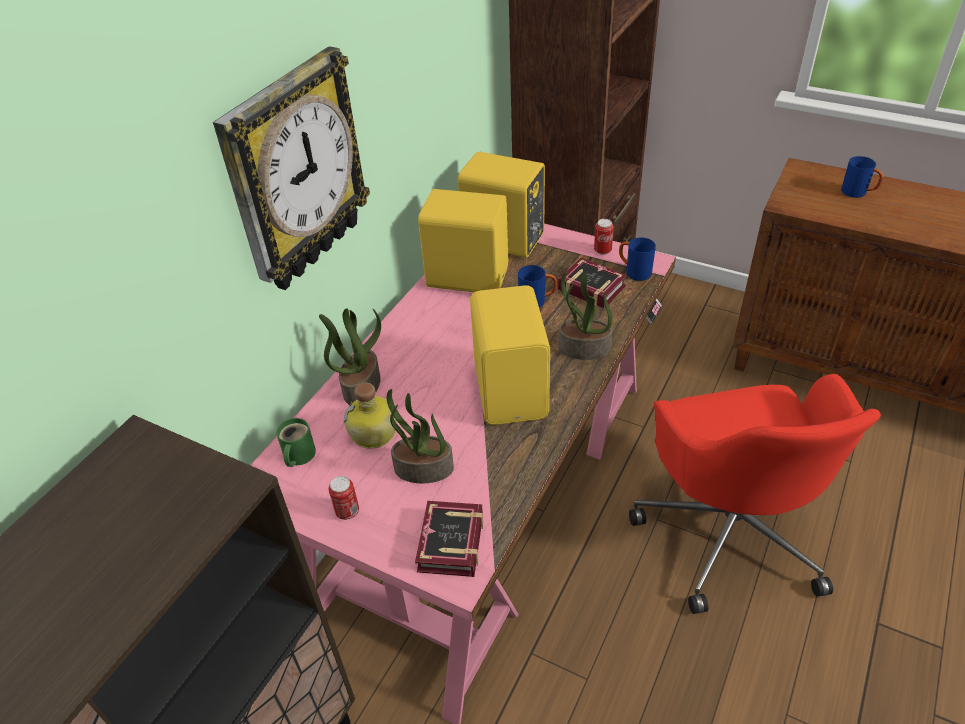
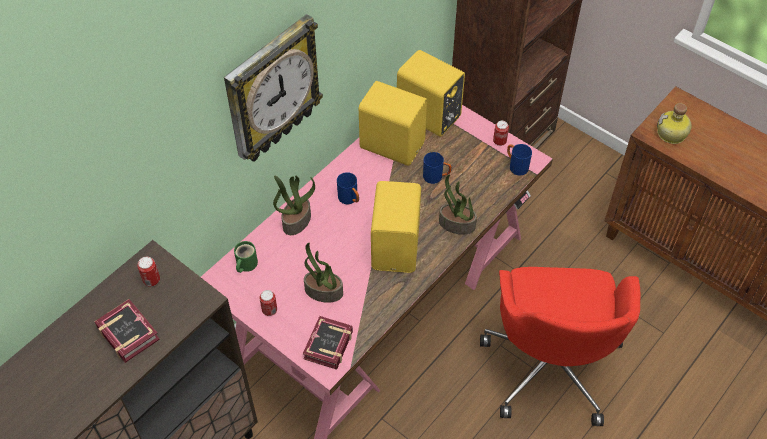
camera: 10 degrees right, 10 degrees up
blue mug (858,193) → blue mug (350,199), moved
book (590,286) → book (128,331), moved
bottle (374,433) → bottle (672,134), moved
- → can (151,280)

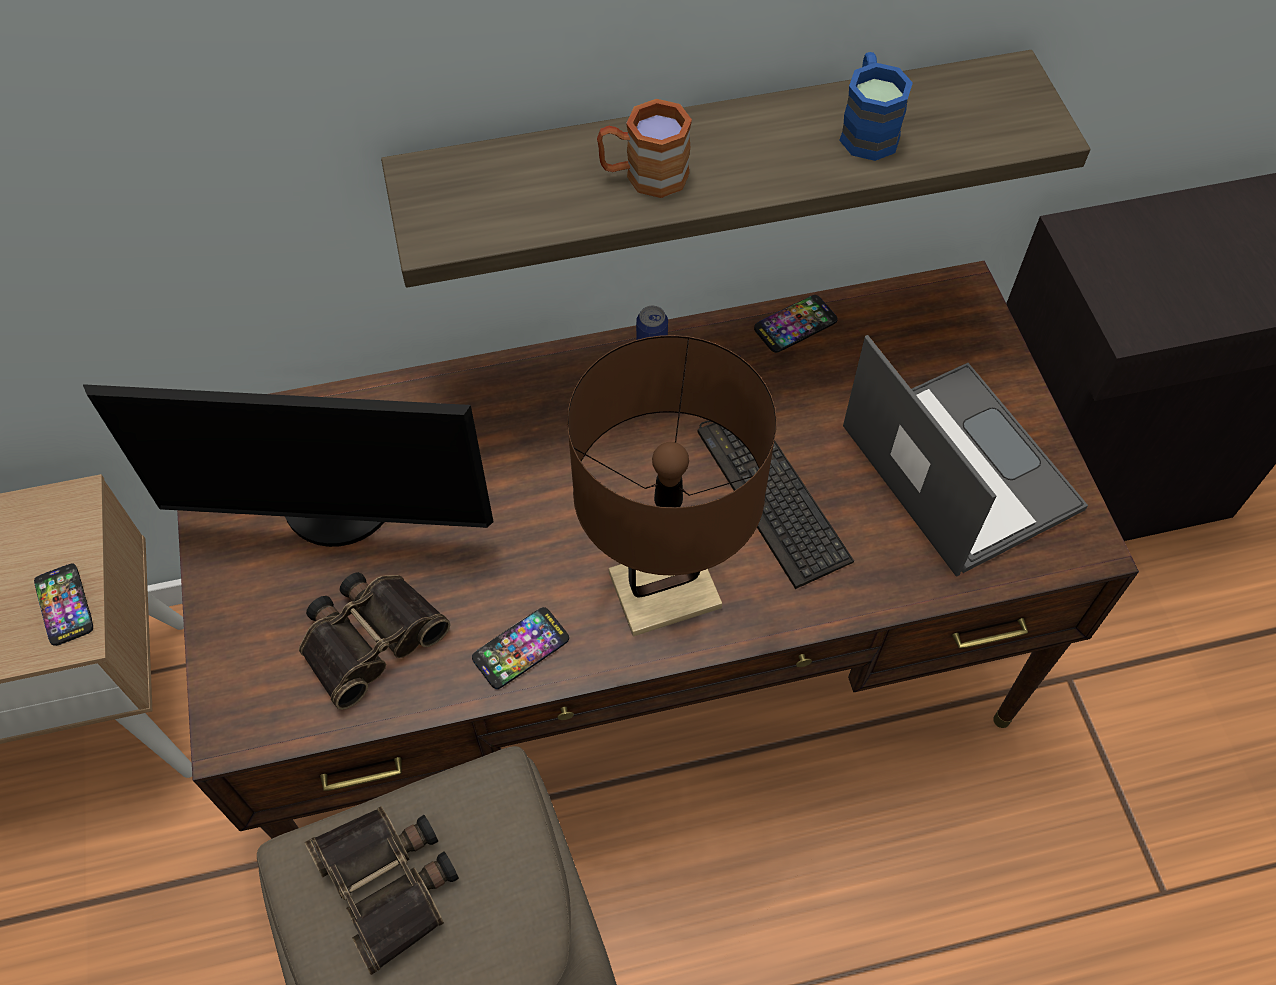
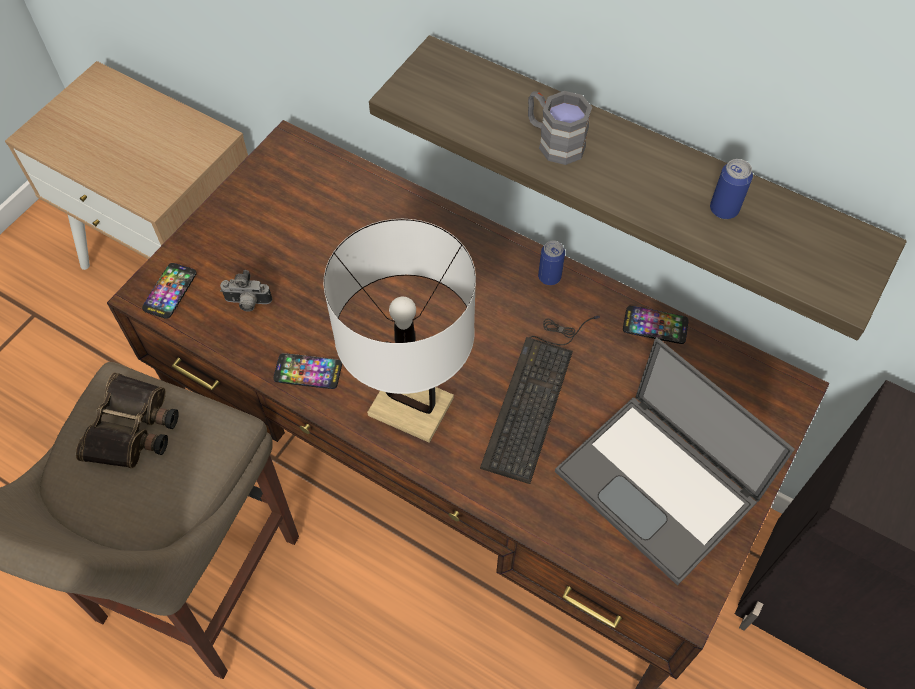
camera: 45 degrees right, 0 degrees up
blue mug (867,128) → can (723,209)
brown mug (644,175) → grey mug (553,141)
brown table lamp (664,591) → white table lamp (410,407)
laptop (957,466) → laptop (659,486), 120 degrees clockwise
monitor (337,509) → -
phone (64,605) → phone (170,291), moved
binoculars (369,637) → photo camera (247,303)

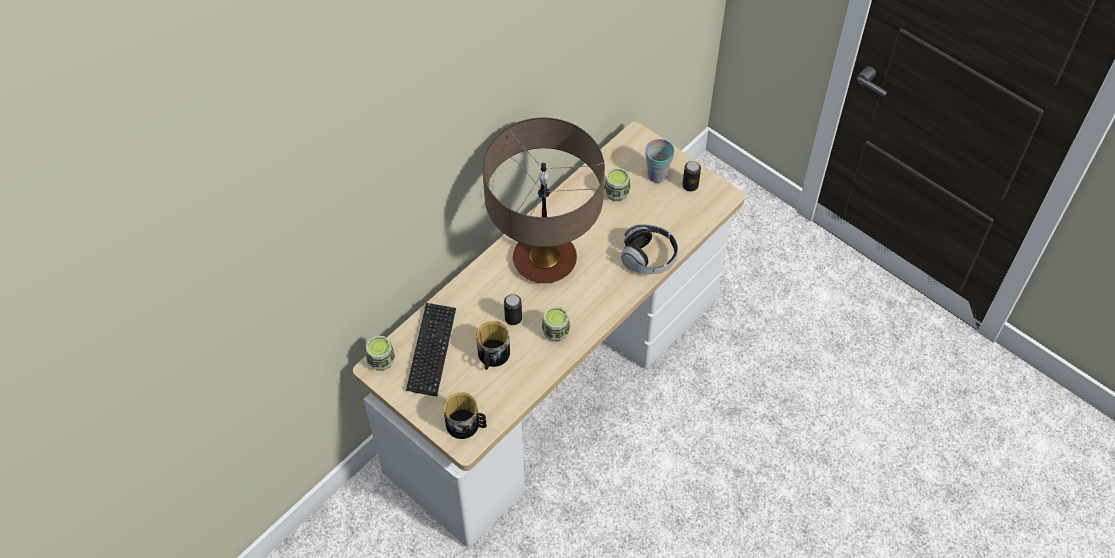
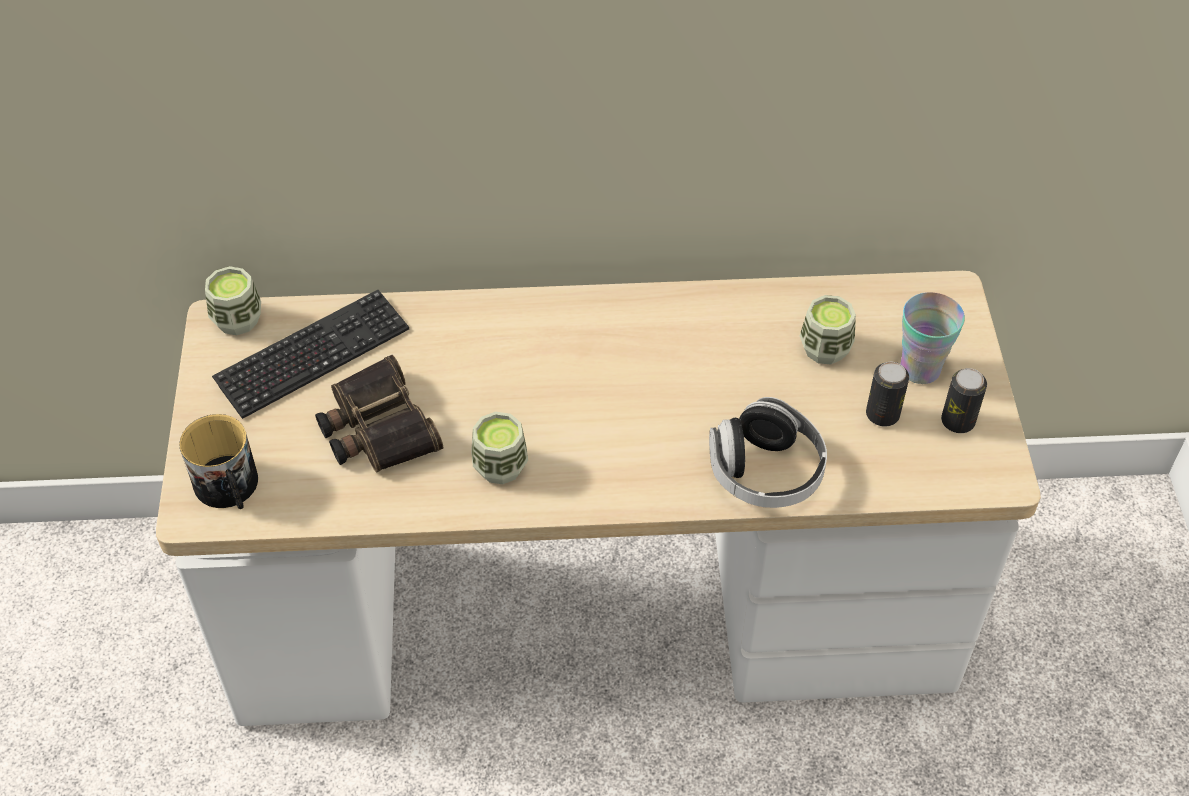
camera: 45 degrees right, 5 degrees down
table lamp (544,261) → -
can (513,318) → can (882,414), moved
mug (492,356) → binoculars (376,427)

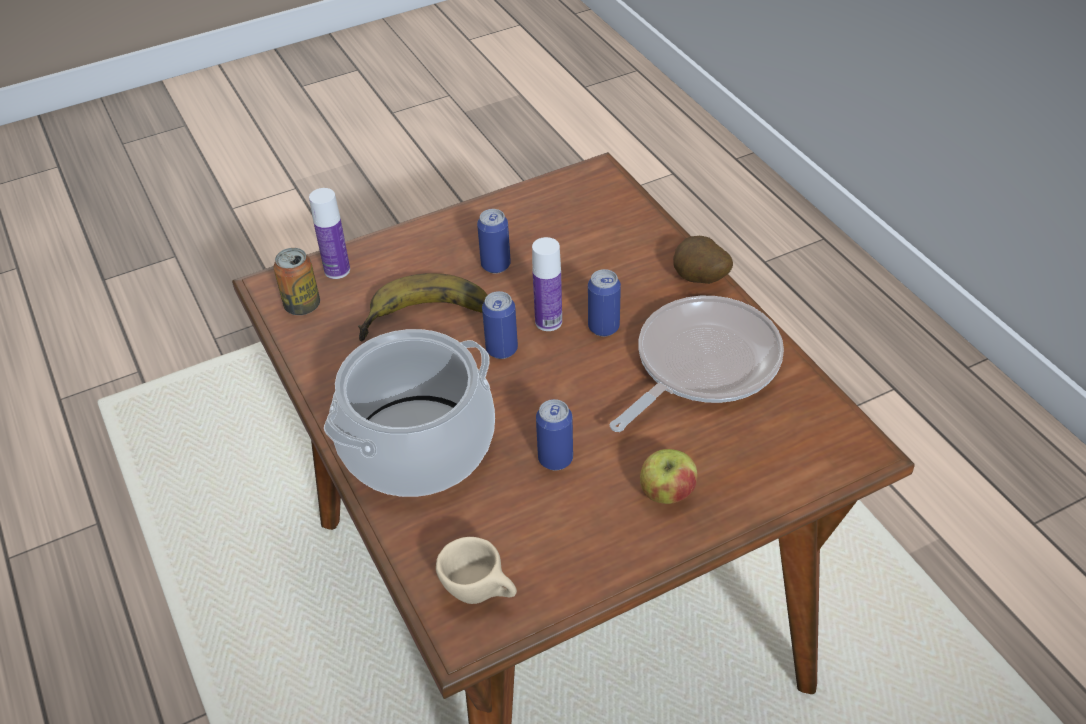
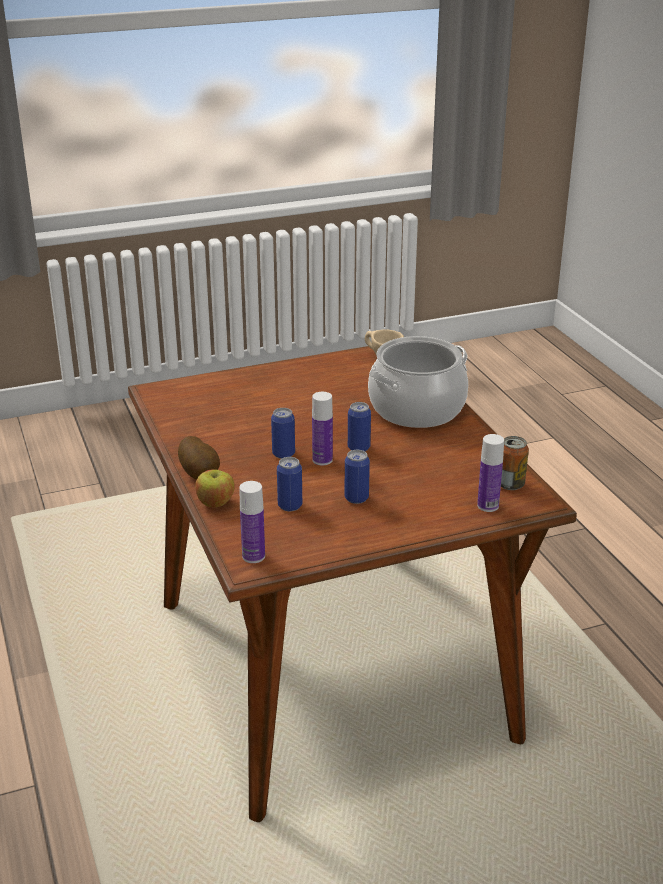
camera: 175 degrees left, 15 degrees down
banana (429,322) → -
frying pan (701,365) → -
can (555,459) → can (290,506), moved
apple (667,493) → apple (215,503), moved
- → bottle (253,556)

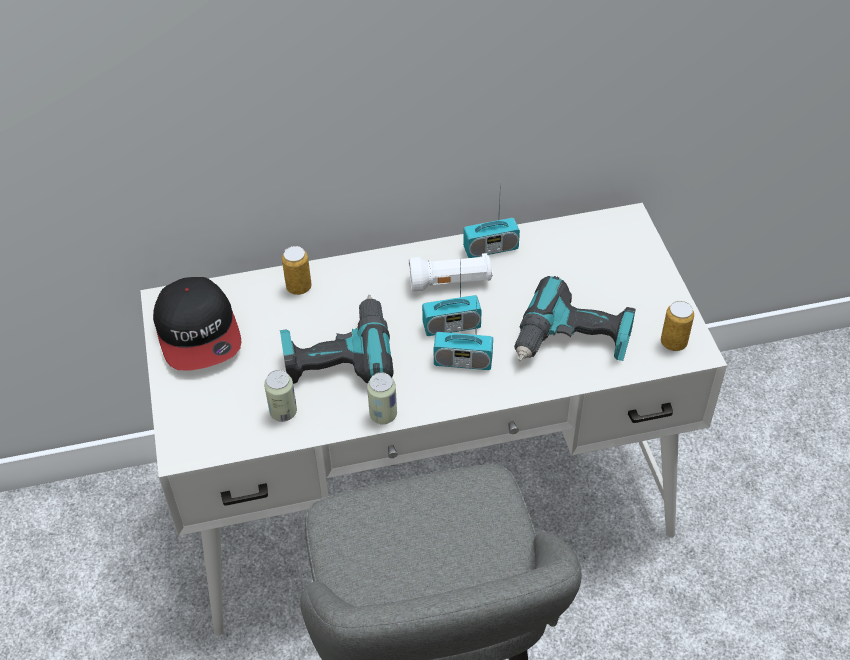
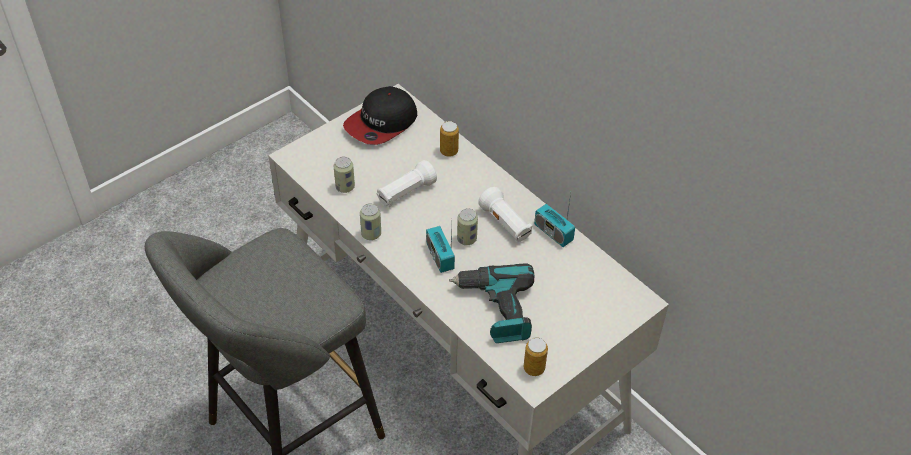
camera: 60 degrees right, 0 degrees up
radio (451,326) → can (466,239)
power drill (337,354) → white flashlight (405,193)

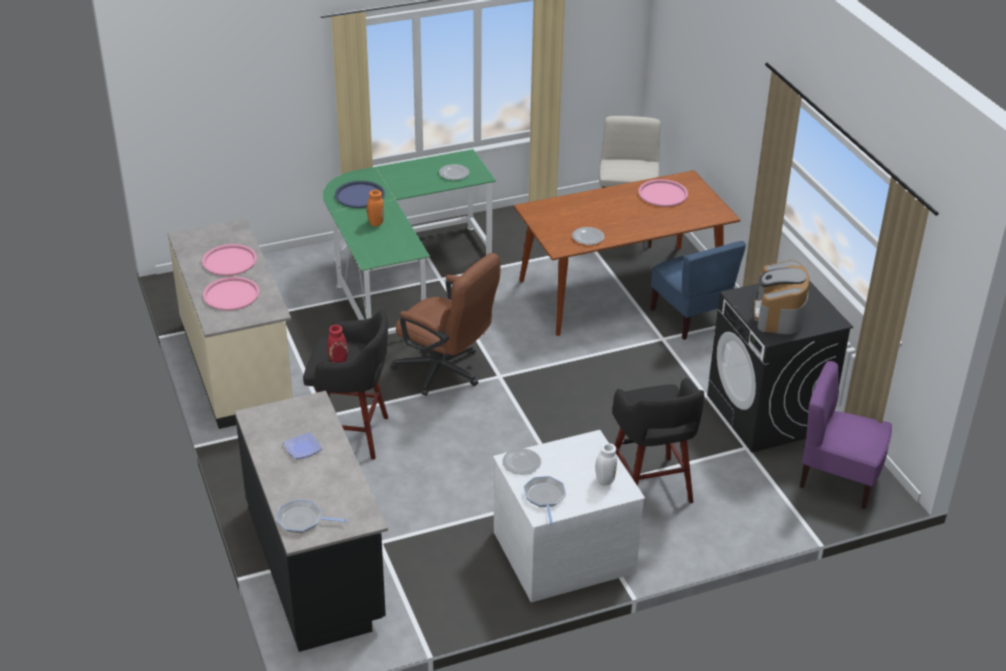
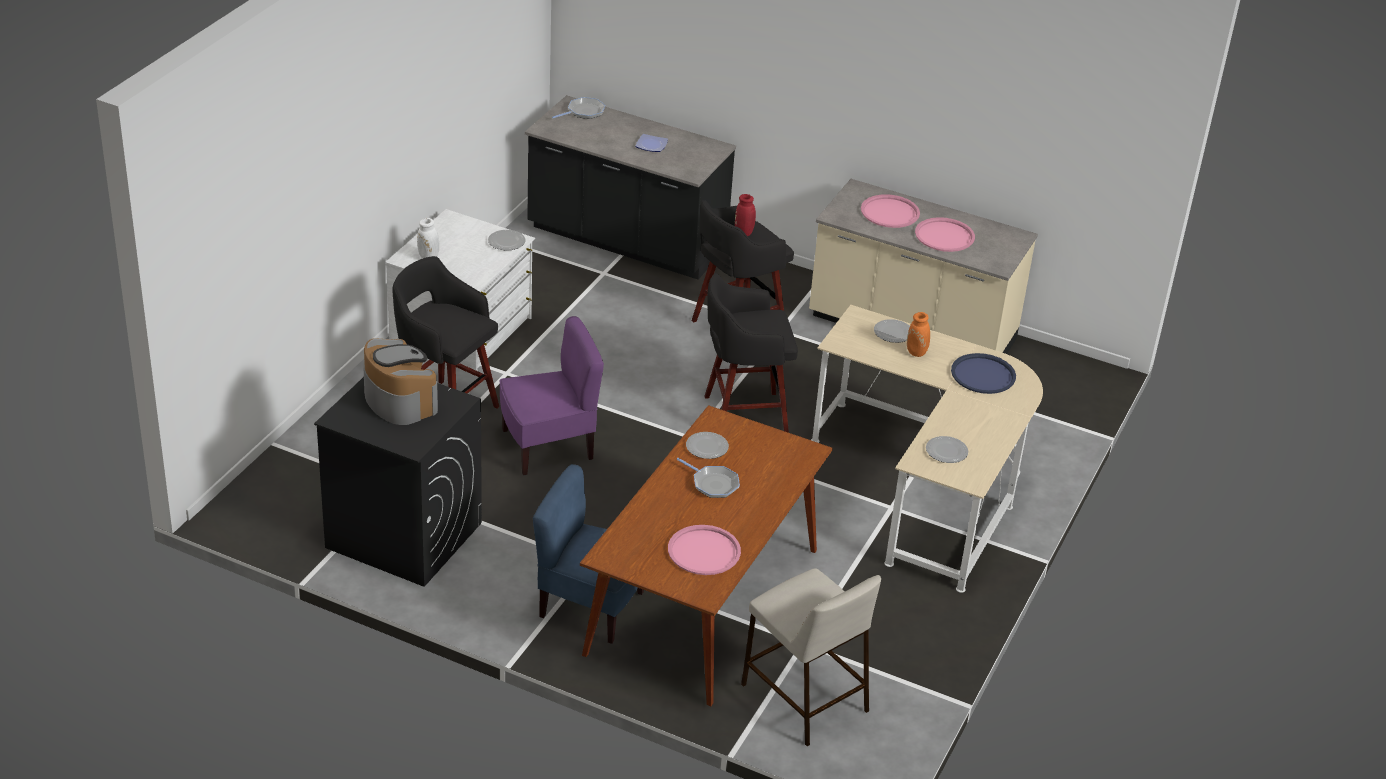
camera: 135 degrees right, 0 degrees up
green desk (400,277) → beige desk (928,486)
brown office chair (445,372) → black stool (742,416)
purple chair (838,479) → purple chair (548,446), moved
frying pan (545,497) → frying pan (713,484), moved
- → plate (893,332)

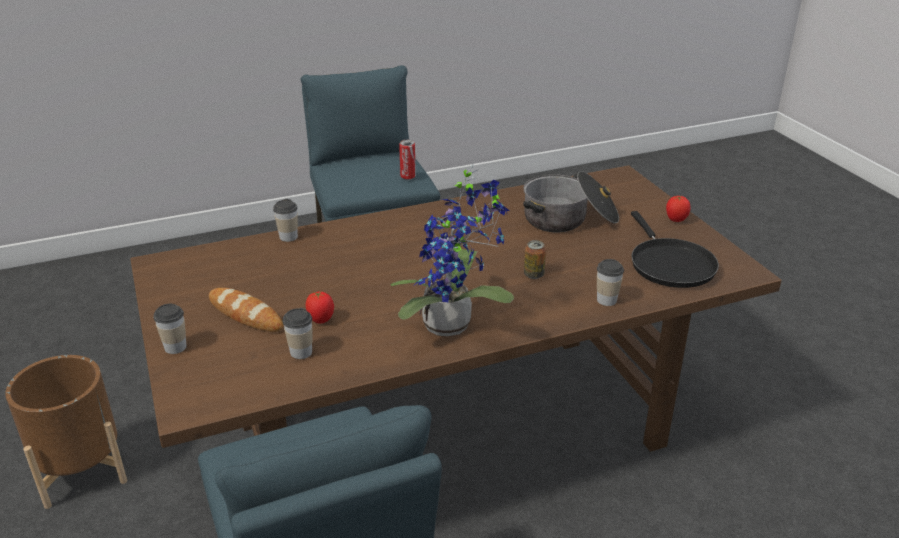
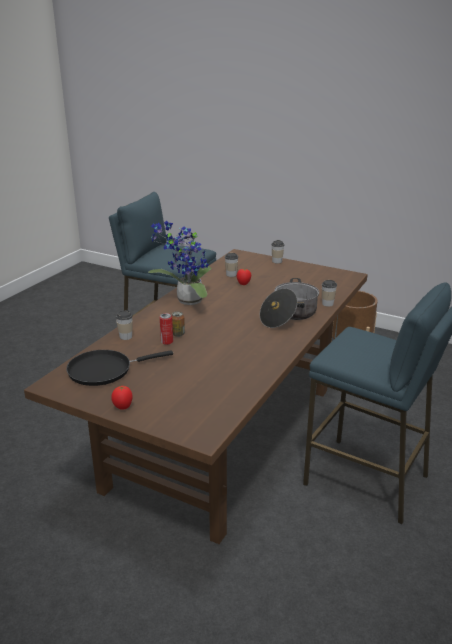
camera: 140 degrees right, 5 degrees down
can (408,176) → can (167,342), moved
cooking pot (569,219) → cooking pot (289,315), moved
black frying pan (669,264) → black frying pan (104,370), 60 degrees counterclockwise
bread (245,314) → -

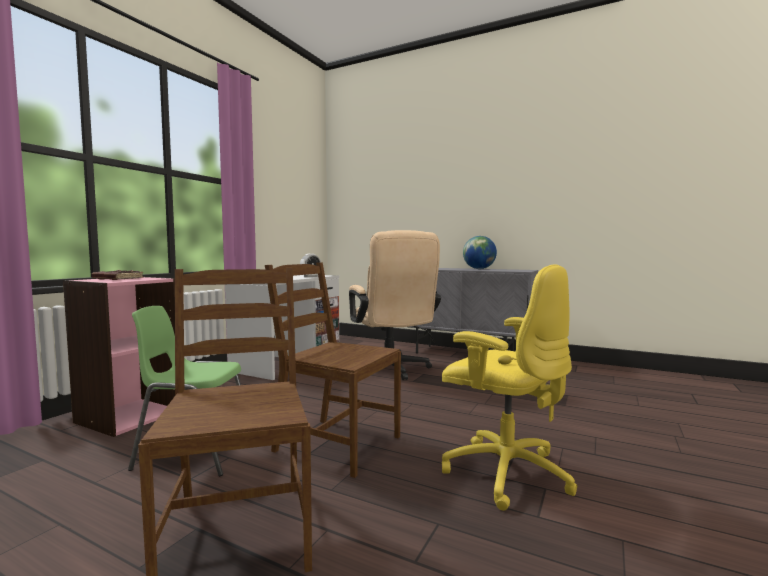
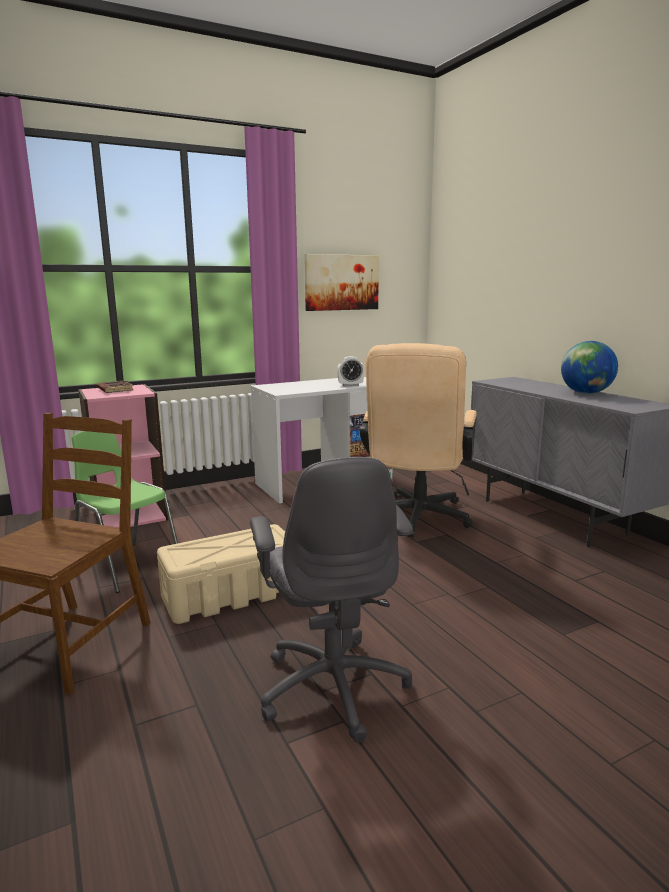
camera: 35 degrees right, 10 degrees up
brown chair (336,444) → beige storage box (232,594)
yellow office chair (505,472) → grey office chair (333,685)
- → picture (341,282)

